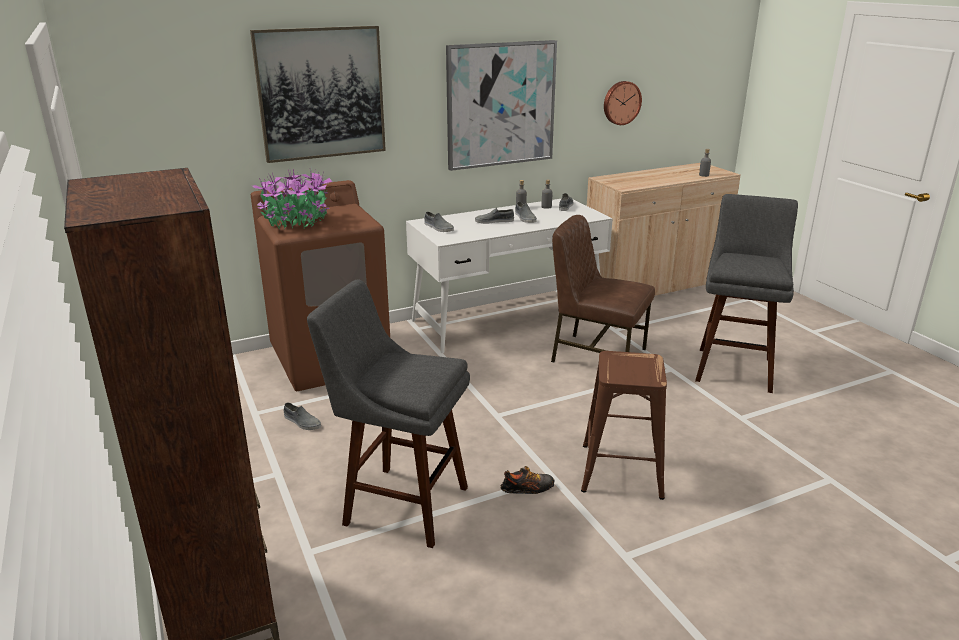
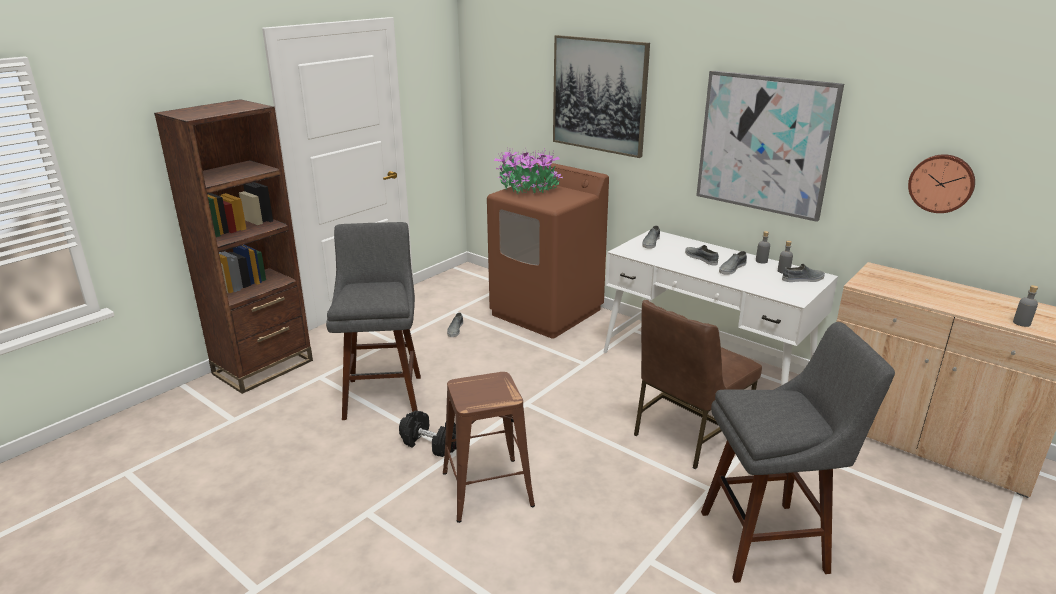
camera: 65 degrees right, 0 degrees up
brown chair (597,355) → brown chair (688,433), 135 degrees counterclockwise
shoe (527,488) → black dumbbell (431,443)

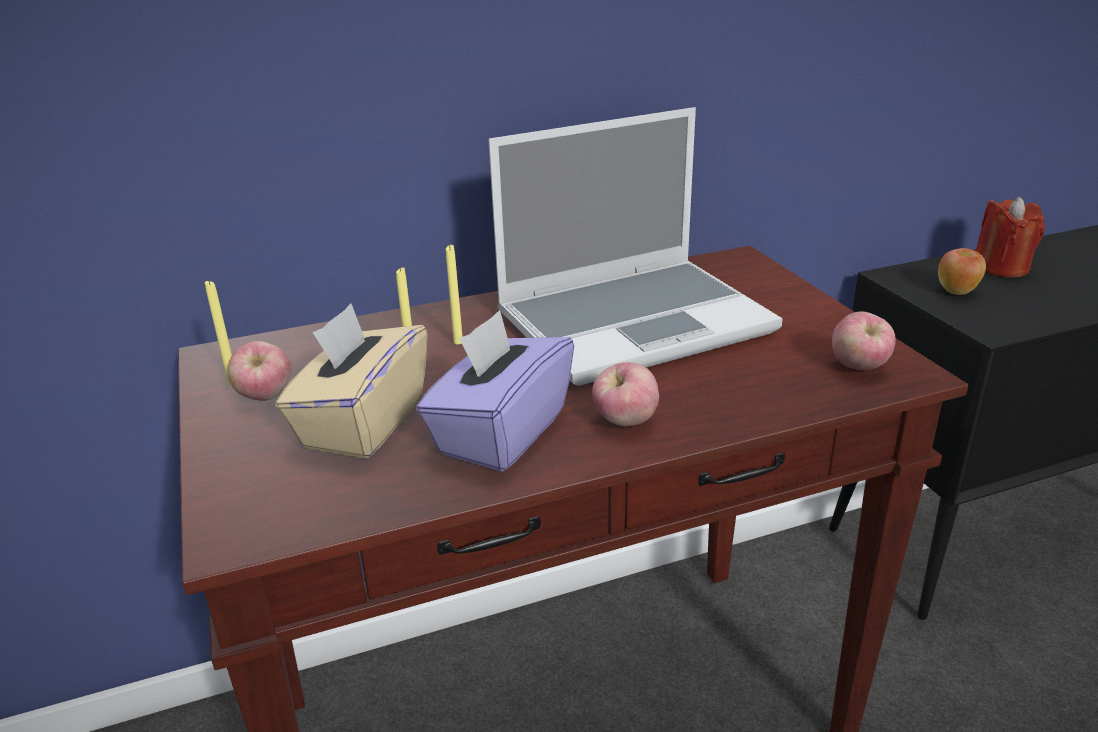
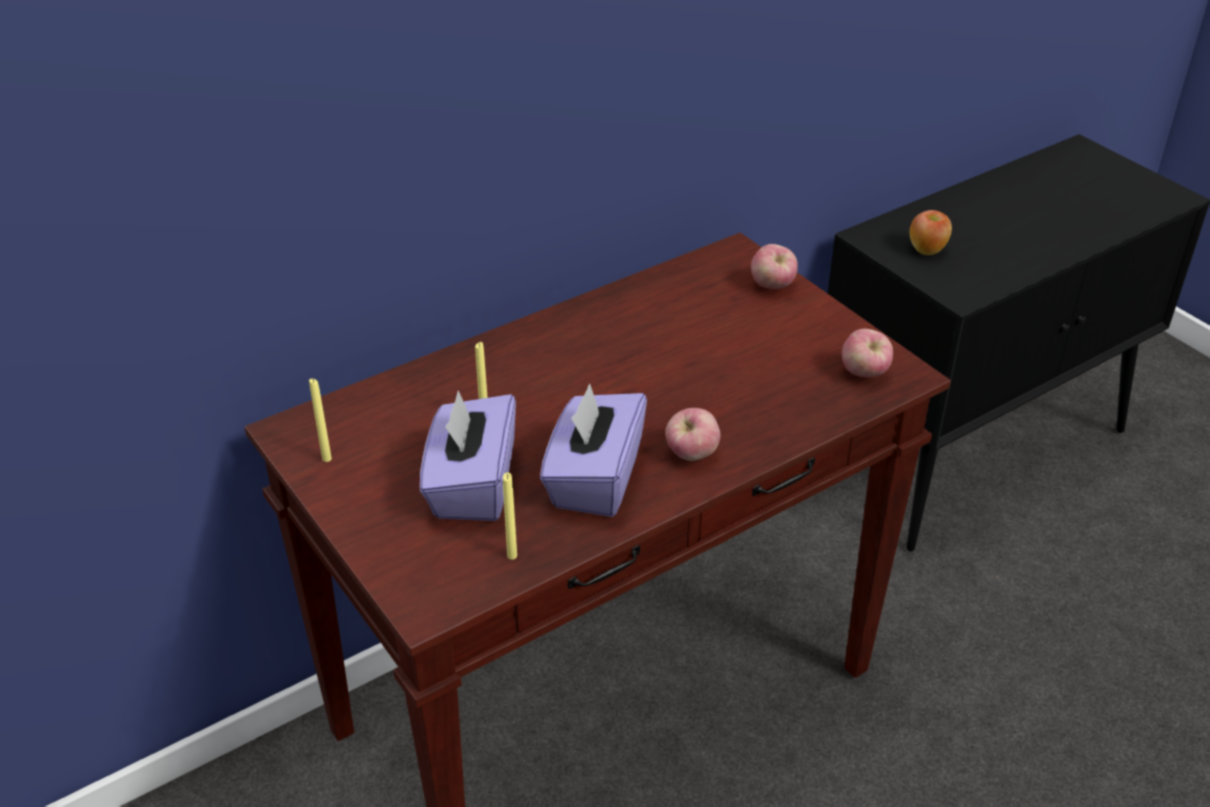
camera: 15 degrees left, 10 degrees up
laptop (635,321) → -
red candle (1001,267) → -
yellow candle (458,342) → yellow candle (512,556), moved
beige tissue box (362,423) → purple tissue box (472,486)
apple (265,397) → apple (772,286), moved

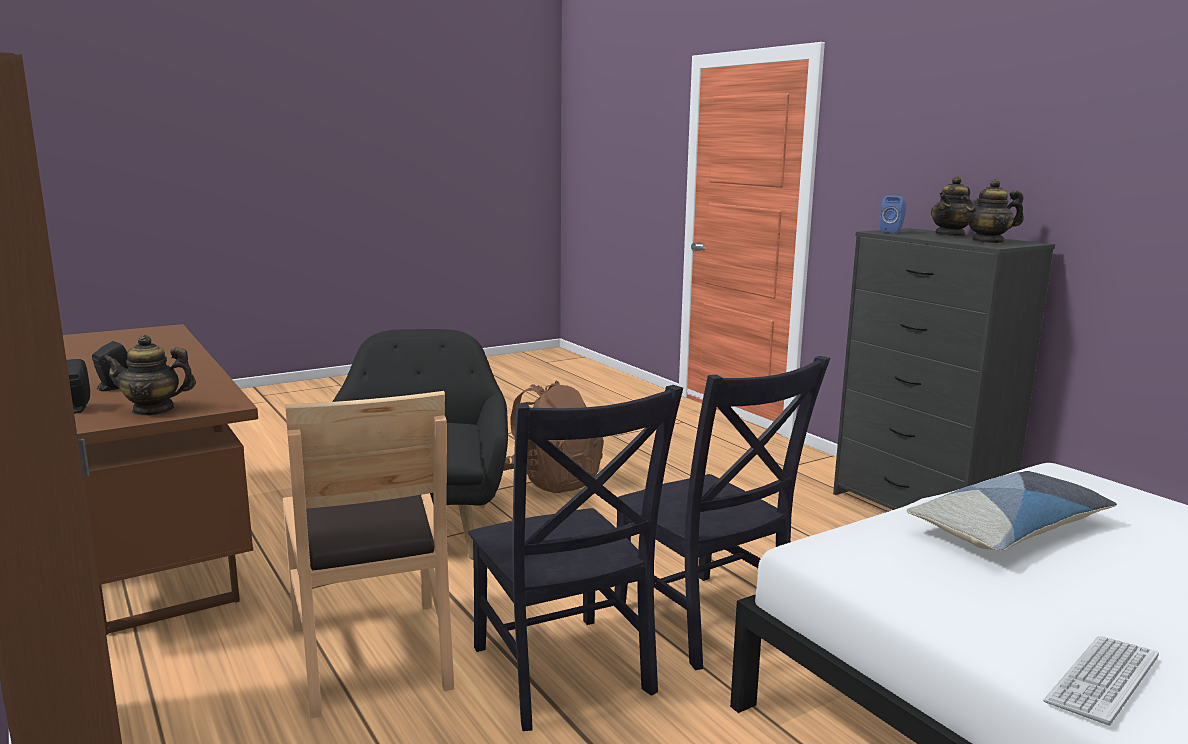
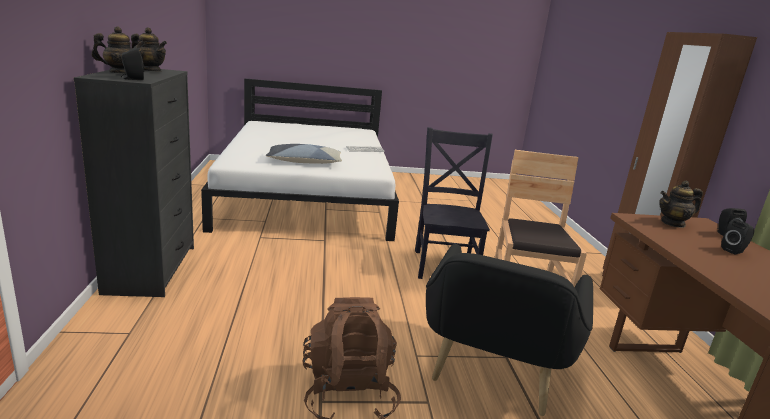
camera: 155 degrees left, 5 degrees up
blue speaker (892,232) → black speaker (132,79)
teapot (153,410) → teapot (673,223), 150 degrees clockwise
black chair (705,622) → -

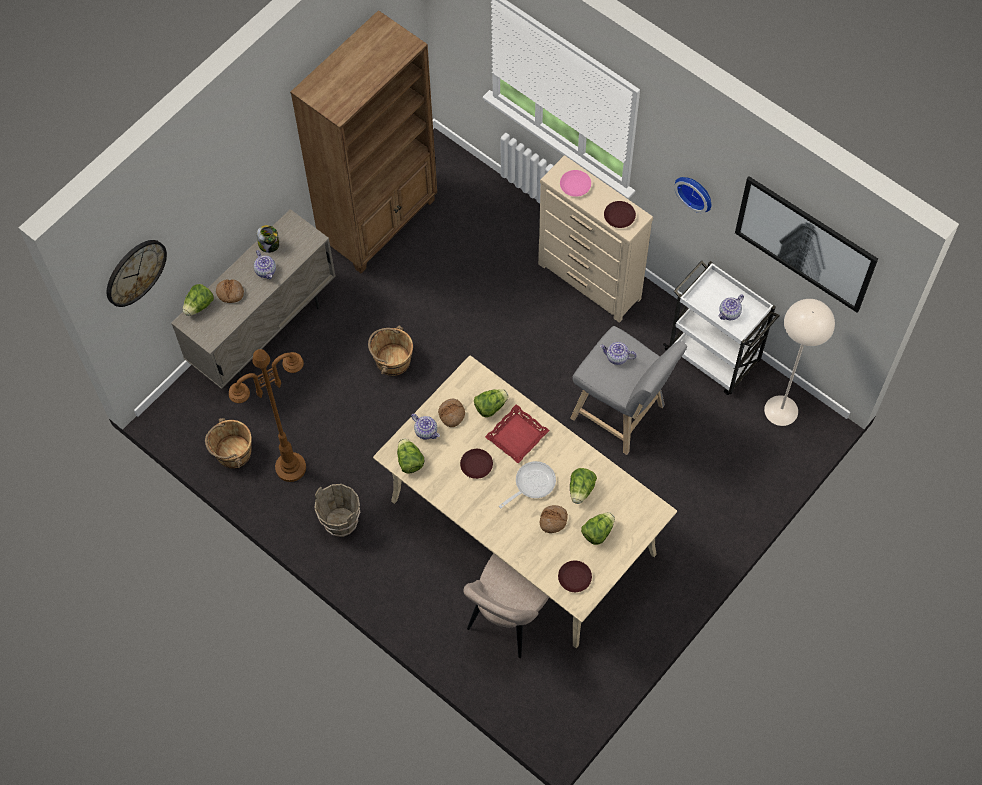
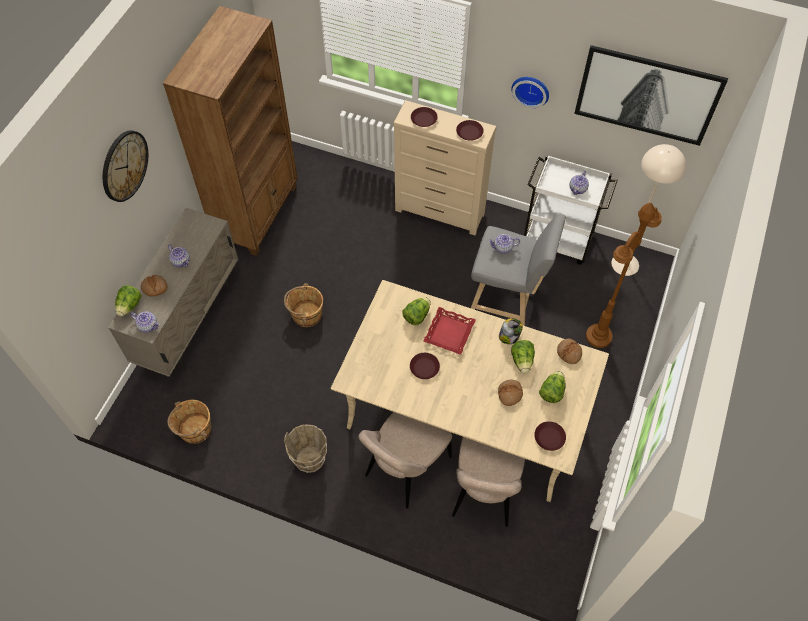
camera: 20 degrees left, 5 degrees down
pink plate (575,185) → brown plate (423,119)
jar (269,244) → jar (509,336), moved
wall clock (135,272) → wall clock (124,165), moved
brown floor lamp (290,468) → brown floor lamp (598,337), moved
bread (451,414) → bread (569,353), moved
teapot (426,431) → teapot (148,325), moved
lettuce (409,461) → -
frying pan (532,484) → -
- → beige chair (405,469)

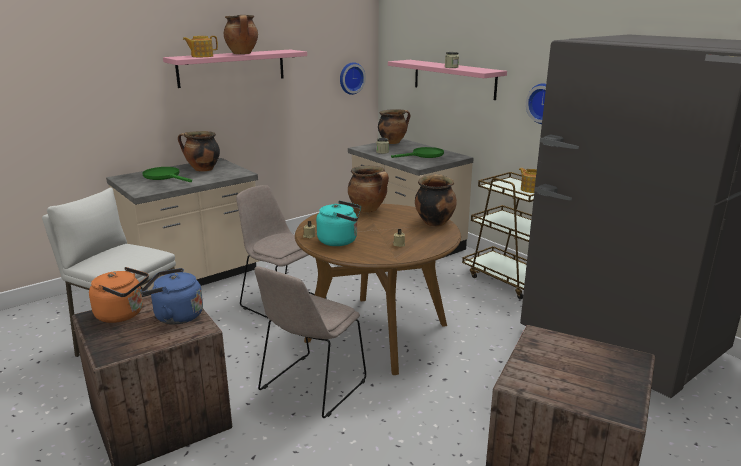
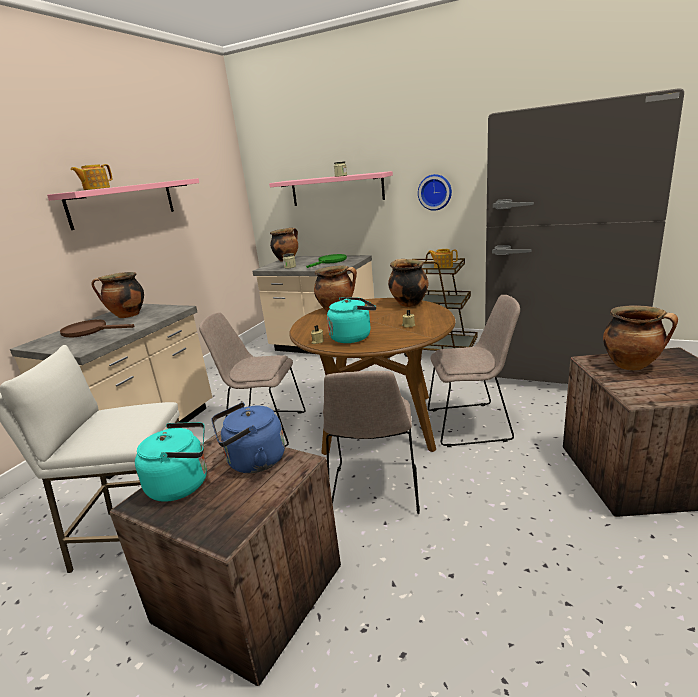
camera: 25 degrees left, 0 degrees up
cooking pot (242,53) → cooking pot (632,365), moved
wall clock (350,78) → -
green frying pan (165,176) → brown frying pan (90,331)
orange kettle (123,314) → turquoise kettle (183,484)
- → beige chair (471,424)

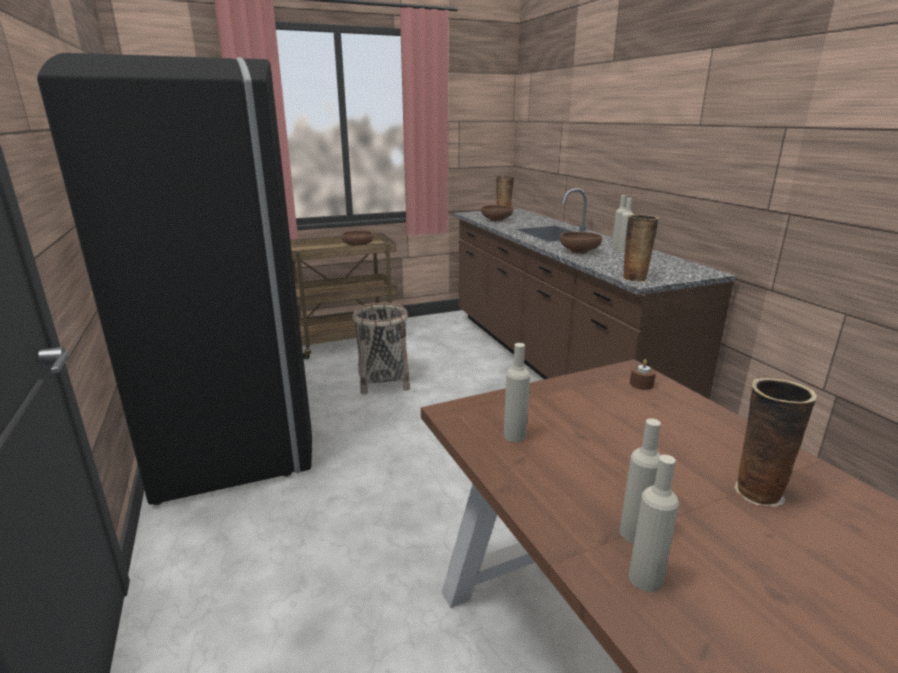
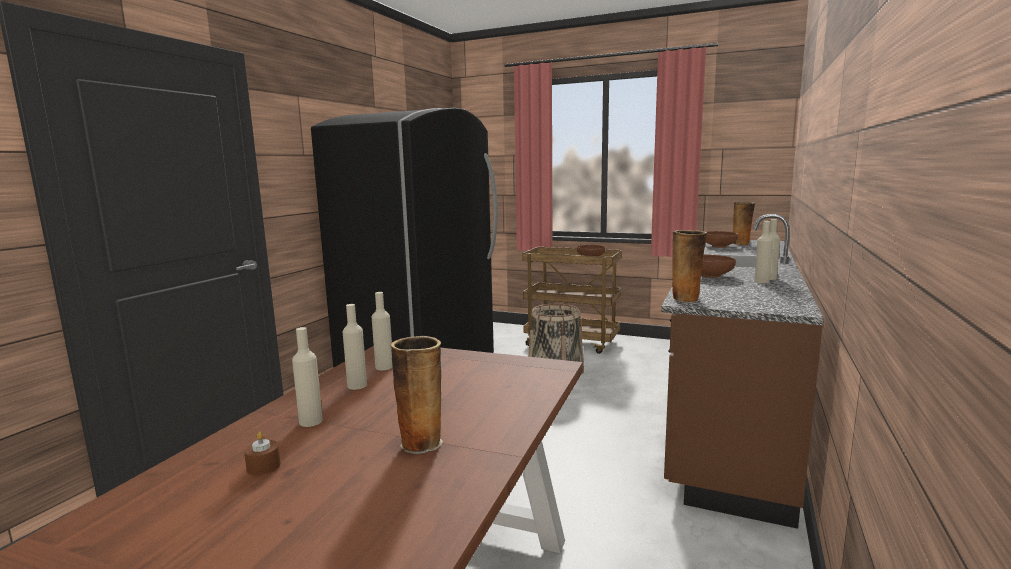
camera: 45 degrees right, 10 degrees down
brown candle (641,384) → brown candle (263,466), moved
beige bottle (645,578) → beige bottle (357,385), moved

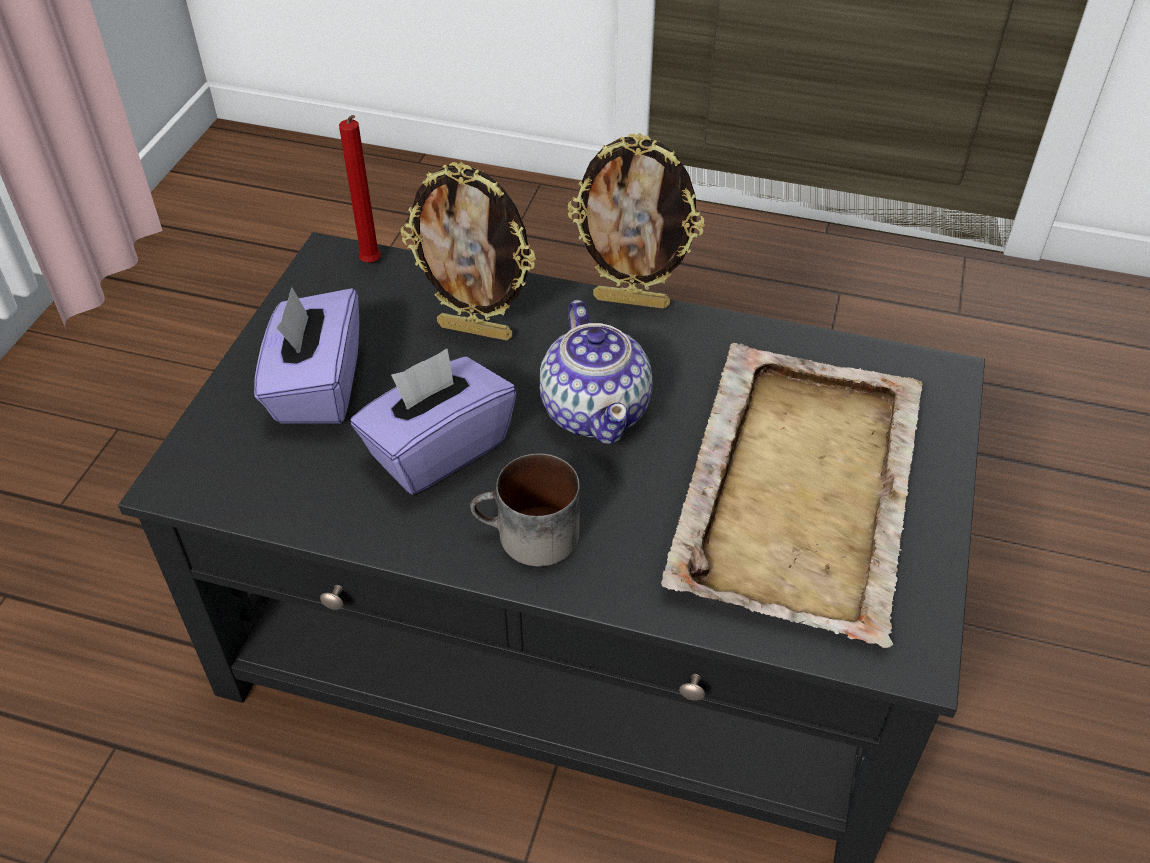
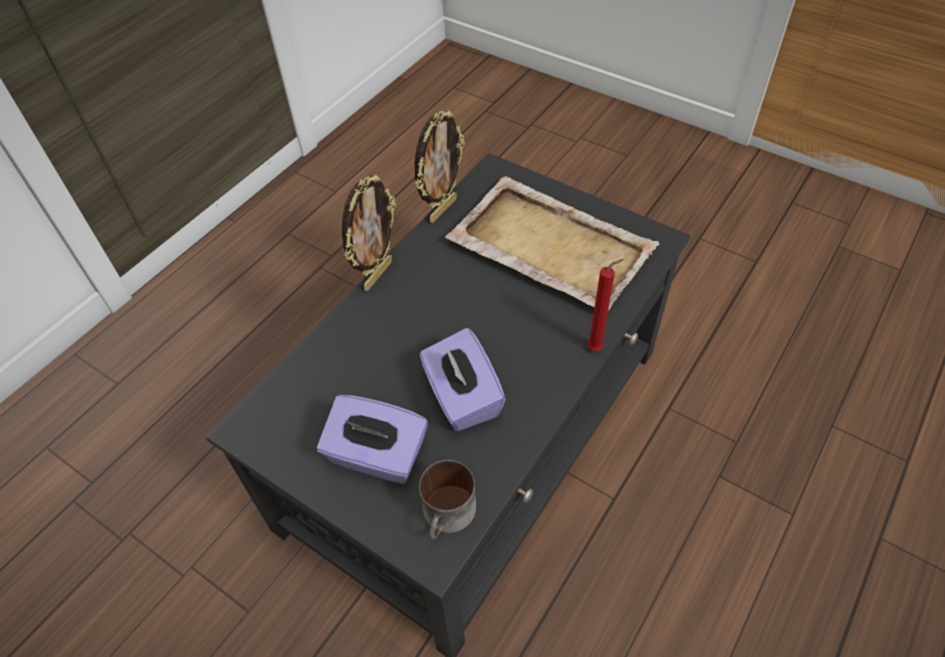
camera: 70 degrees left, 5 degrees up
red candle (372,265) → red candle (597,348), moved
picture frame (476,330) → picture frame (442,209), moved
teapot (596,410) → -
mug (527,537) → mug (449,515), moved

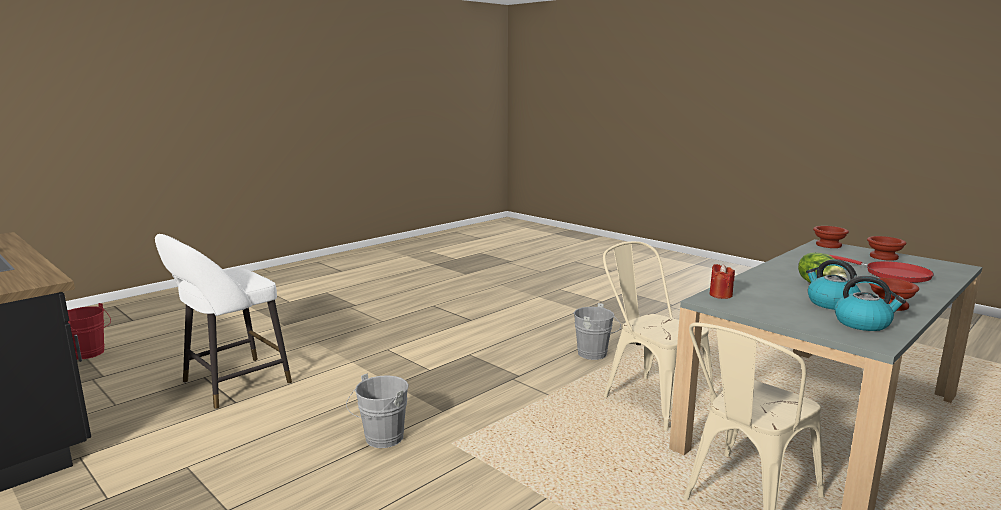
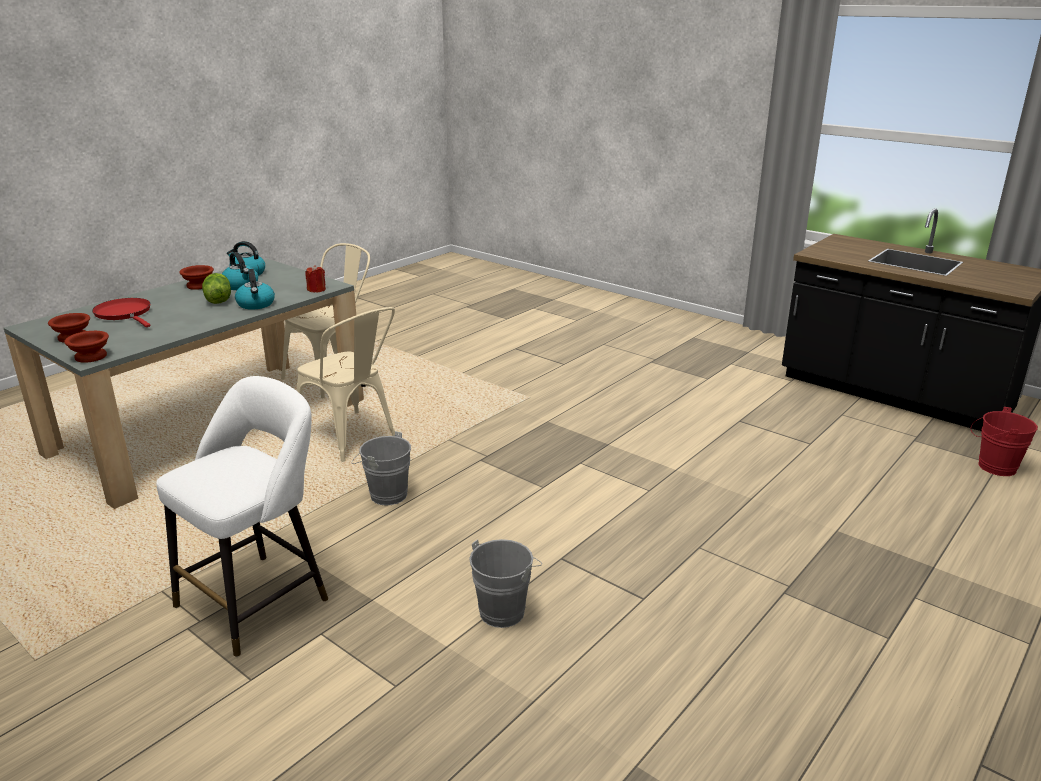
camera: 175 degrees right, 10 degrees up
white stool (231,384) → white stool (259,598), moved
grey bucket (381,439) → grey bucket (505,609), moved
- → kettle (256,304)

